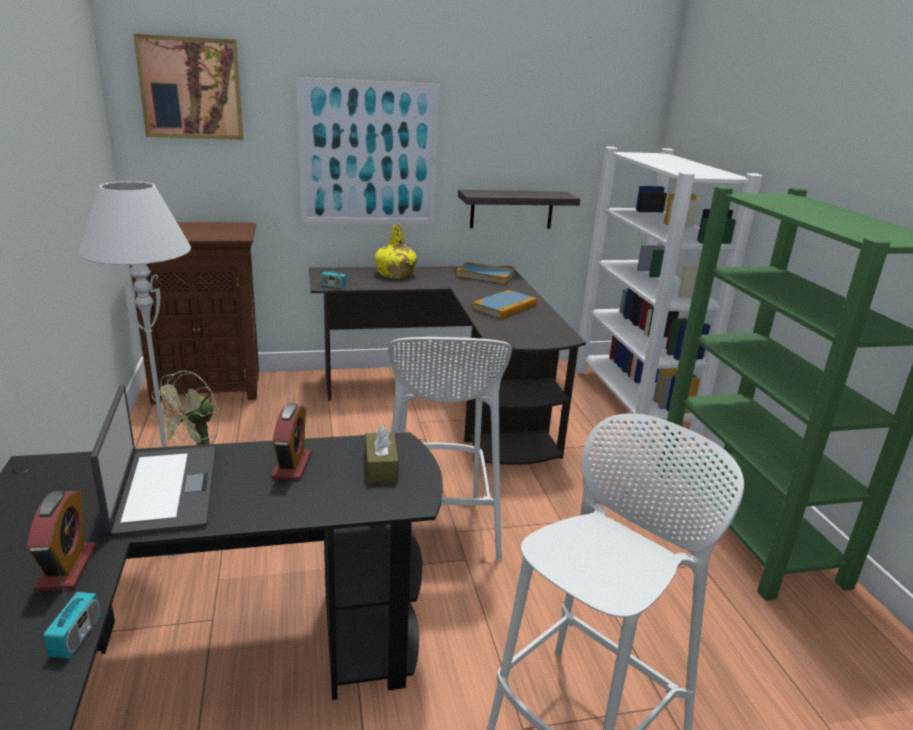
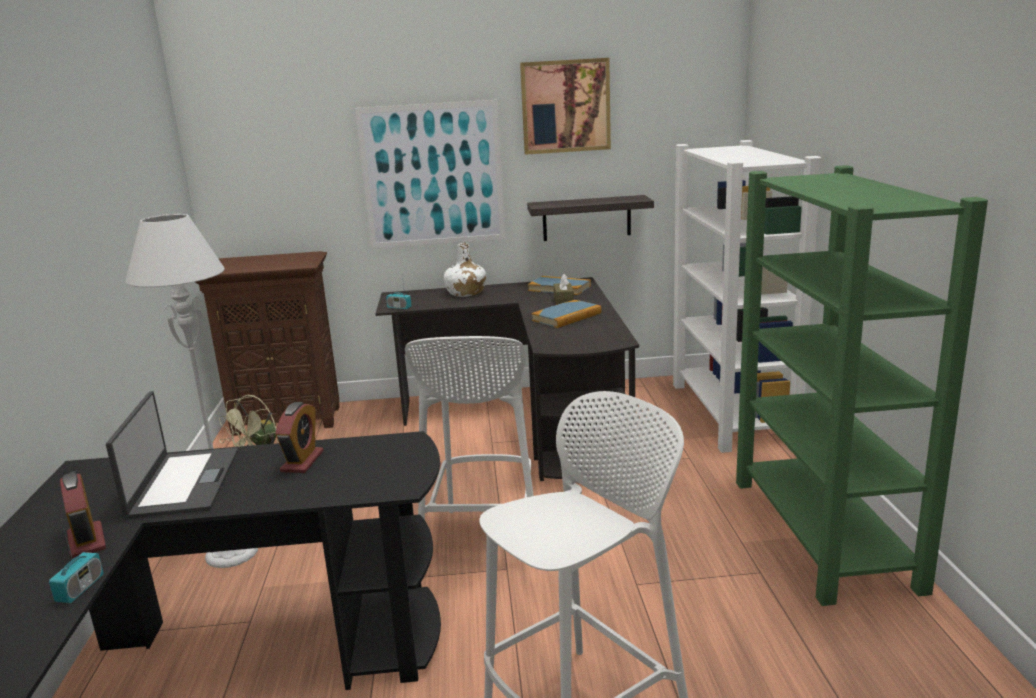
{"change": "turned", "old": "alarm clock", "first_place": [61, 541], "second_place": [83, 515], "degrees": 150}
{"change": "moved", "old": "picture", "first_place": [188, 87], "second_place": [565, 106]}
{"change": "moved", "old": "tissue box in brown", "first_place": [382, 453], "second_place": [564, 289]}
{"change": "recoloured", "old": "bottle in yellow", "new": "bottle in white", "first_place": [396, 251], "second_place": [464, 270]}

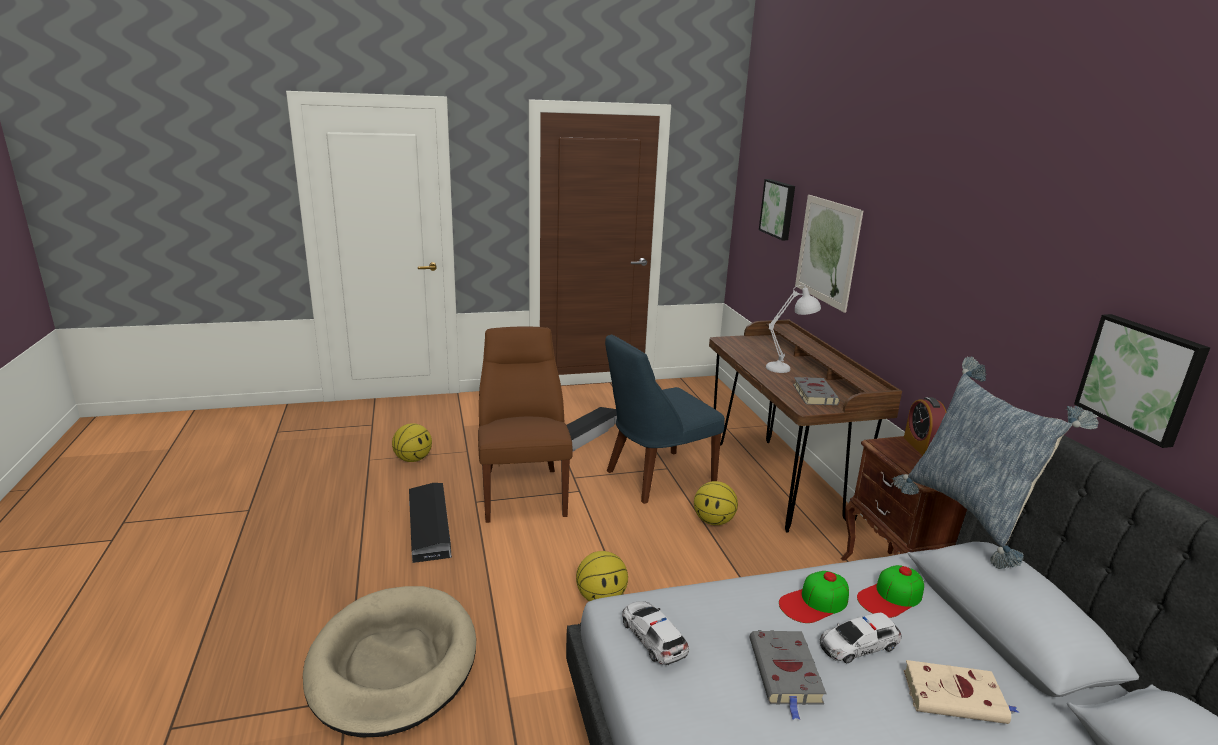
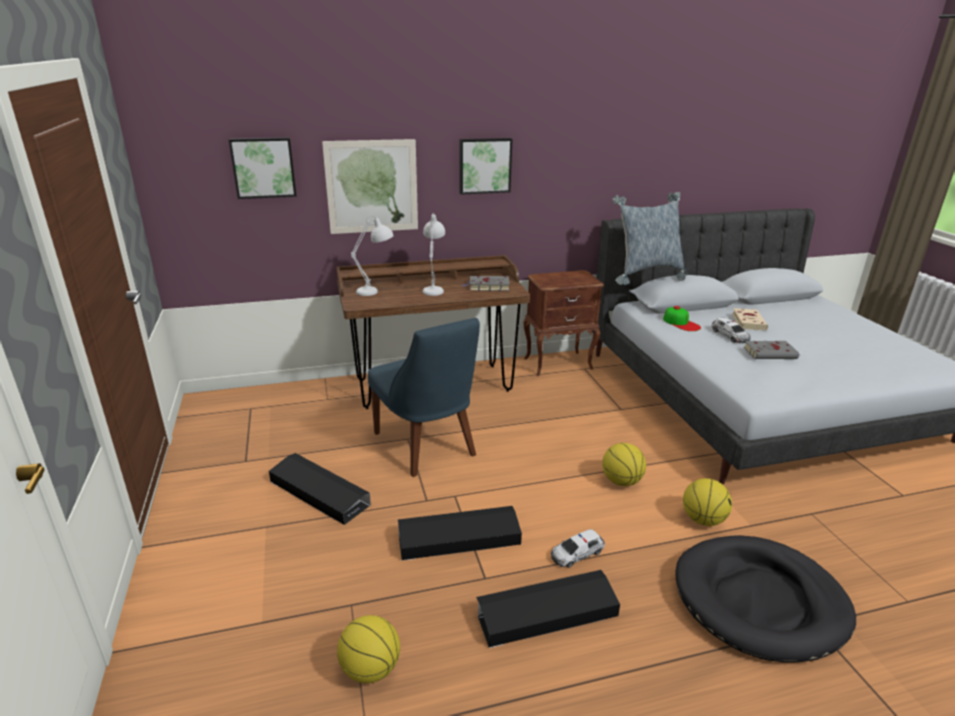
{"change": "recoloured", "old": "dog bed in beige", "new": "dog bed in black", "first_place": [389, 662], "second_place": [765, 598]}
{"change": "replaced", "old": "chair in brown", "new": "storage box in black", "first_place": [525, 425], "second_place": [460, 533]}
{"change": "moved", "old": "toy car", "first_place": [655, 633], "second_place": [578, 548]}
{"change": "moved", "old": "basketball", "first_place": [716, 503], "second_place": [707, 502]}
{"change": "removed", "old": "cap", "first_place": [814, 597]}
{"change": "removed", "old": "alarm clock", "first_place": [925, 426]}
{"change": "moved", "old": "picture", "first_place": [1142, 381], "second_place": [486, 166]}
{"change": "added", "new": "table lamp in white", "second_place": [372, 256]}

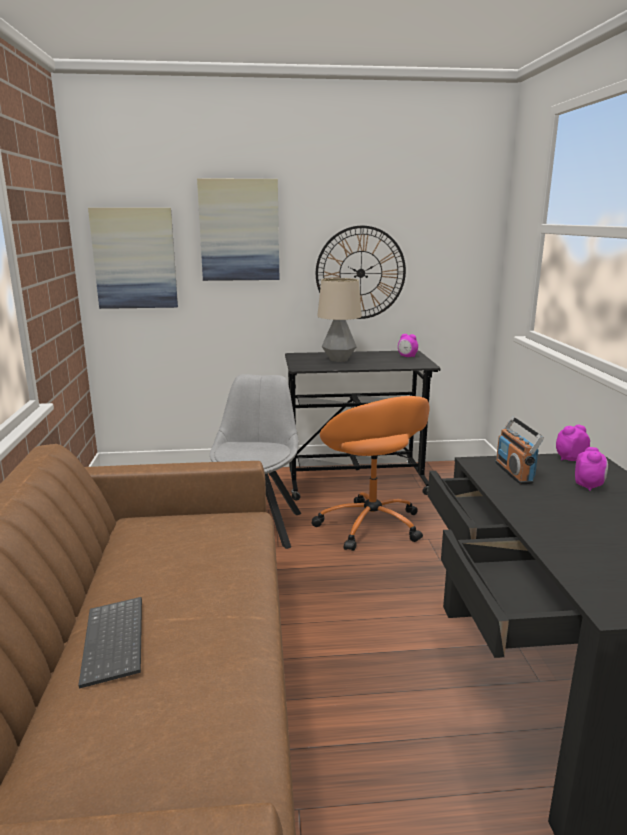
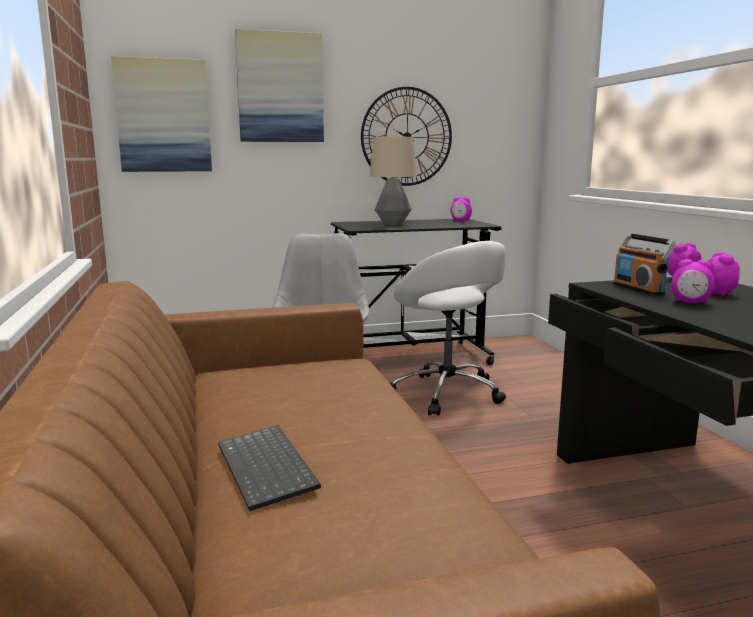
{"change": "recoloured", "old": "office chair in orange", "new": "office chair in white", "first_place": [370, 473], "second_place": [448, 328]}
{"change": "added", "new": "alarm clock", "second_place": [693, 281]}

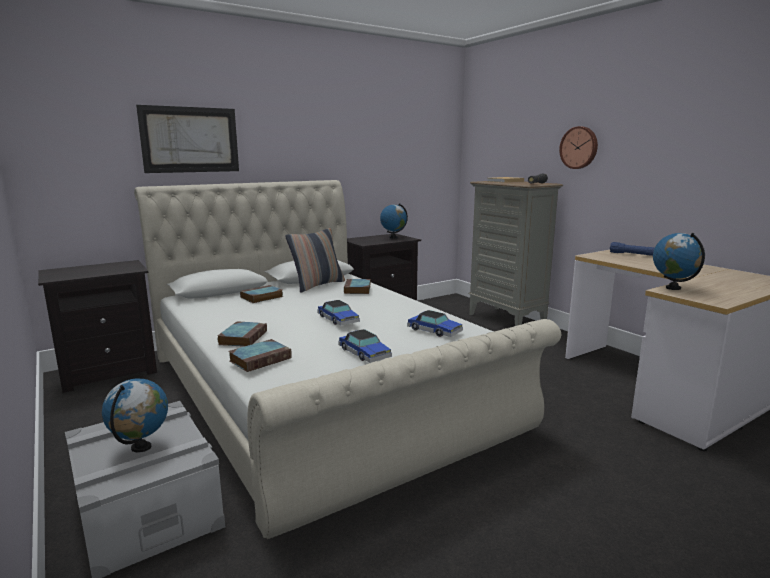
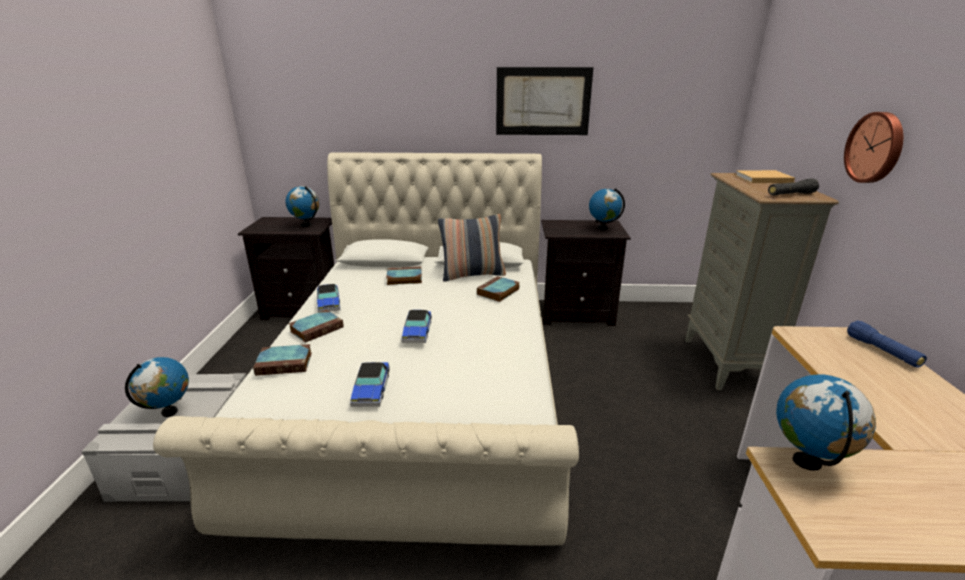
{"change": "moved", "old": "picture", "first_place": [187, 139], "second_place": [544, 101]}
{"change": "moved", "old": "toy car", "first_place": [435, 323], "second_place": [328, 298]}
{"change": "added", "new": "globe", "second_place": [302, 206]}

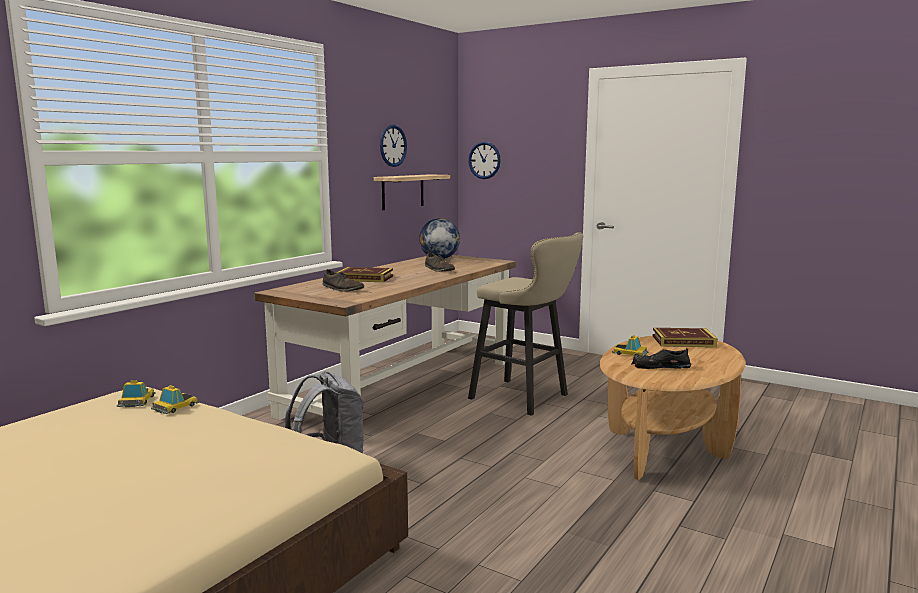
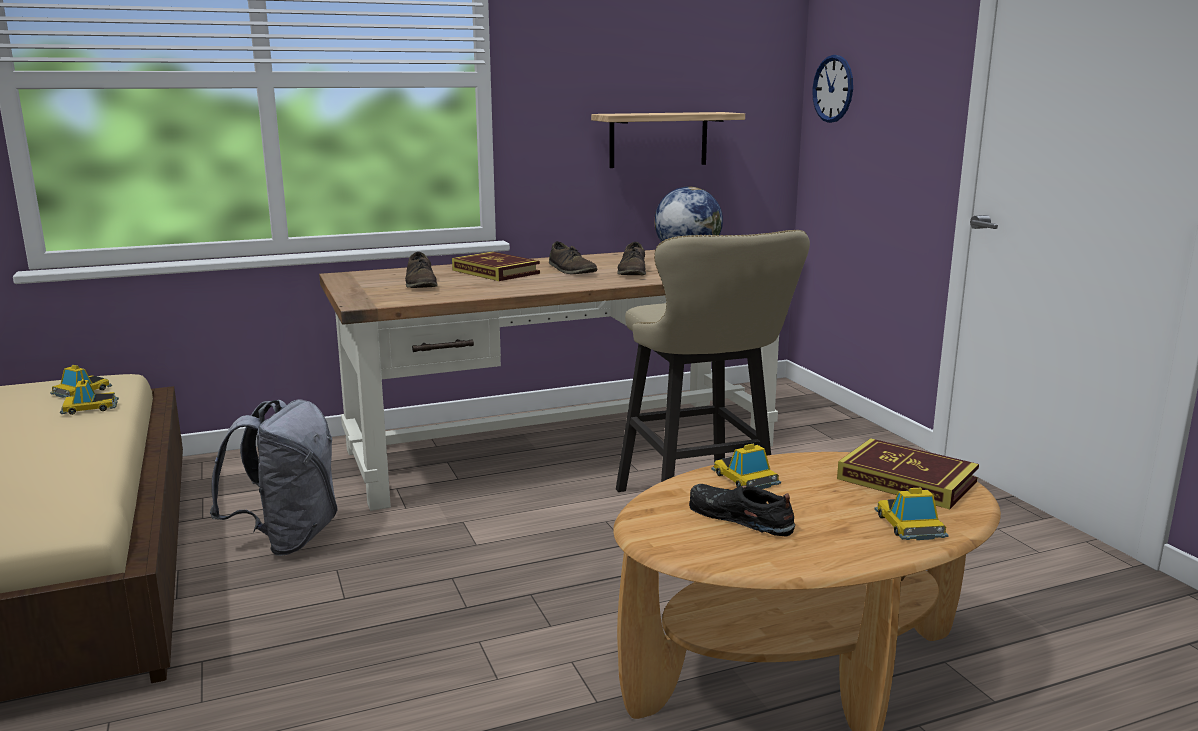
{"change": "removed", "old": "wall clock", "first_place": [393, 146]}
{"change": "added", "new": "shoe in brown", "second_place": [573, 257]}
{"change": "added", "new": "toy car", "second_place": [911, 514]}

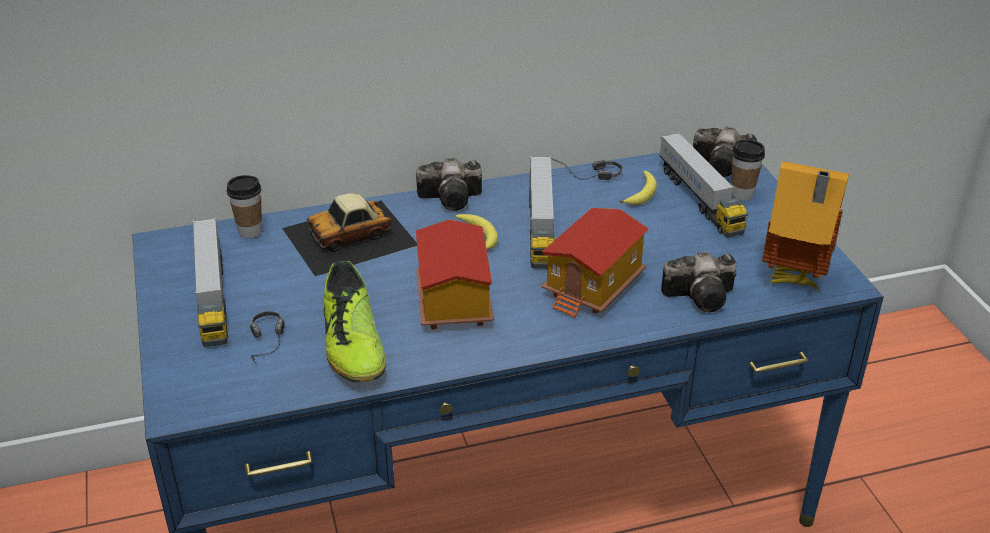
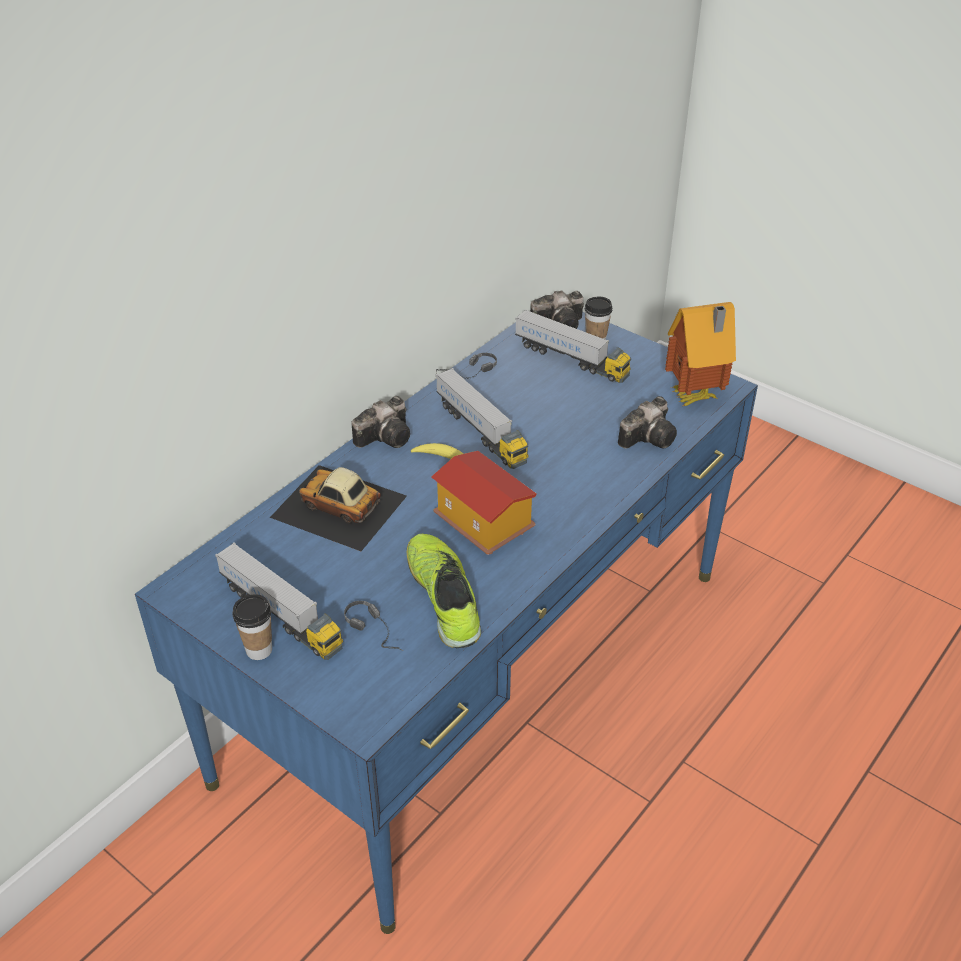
{"change": "moved", "old": "cup", "first_place": [244, 206], "second_place": [252, 627]}
{"change": "turned", "old": "toy car", "first_place": [349, 234], "second_place": [338, 508], "degrees": 90}
{"change": "turned", "old": "shoe", "first_place": [355, 322], "second_place": [444, 591], "degrees": -150}
{"change": "removed", "old": "toy house", "first_place": [595, 263]}
{"change": "removed", "old": "banana", "first_place": [638, 188]}

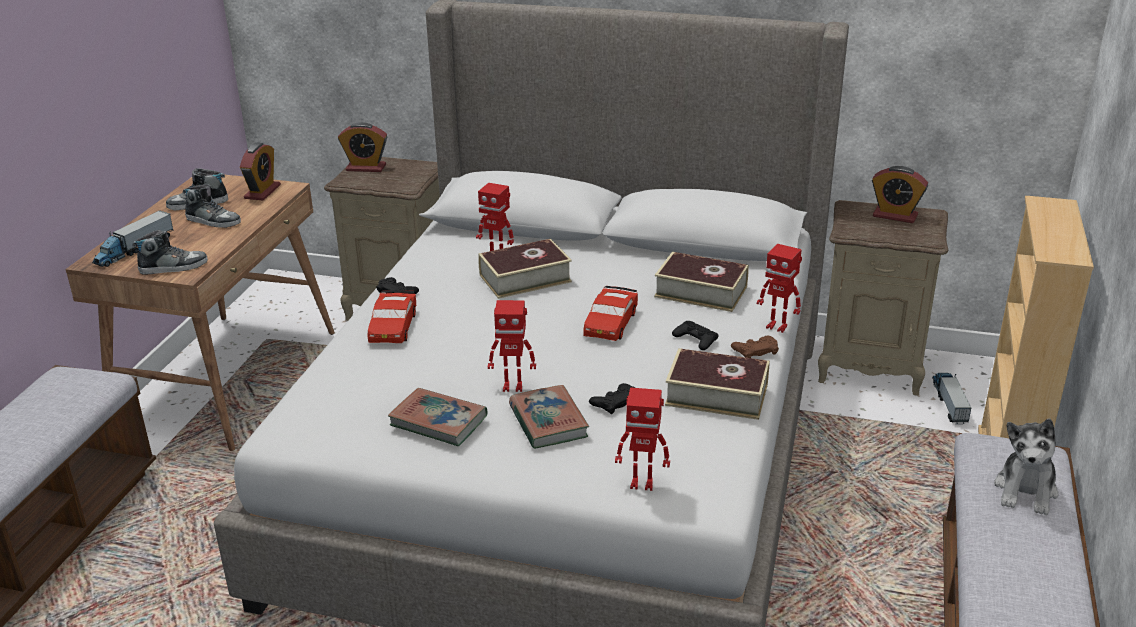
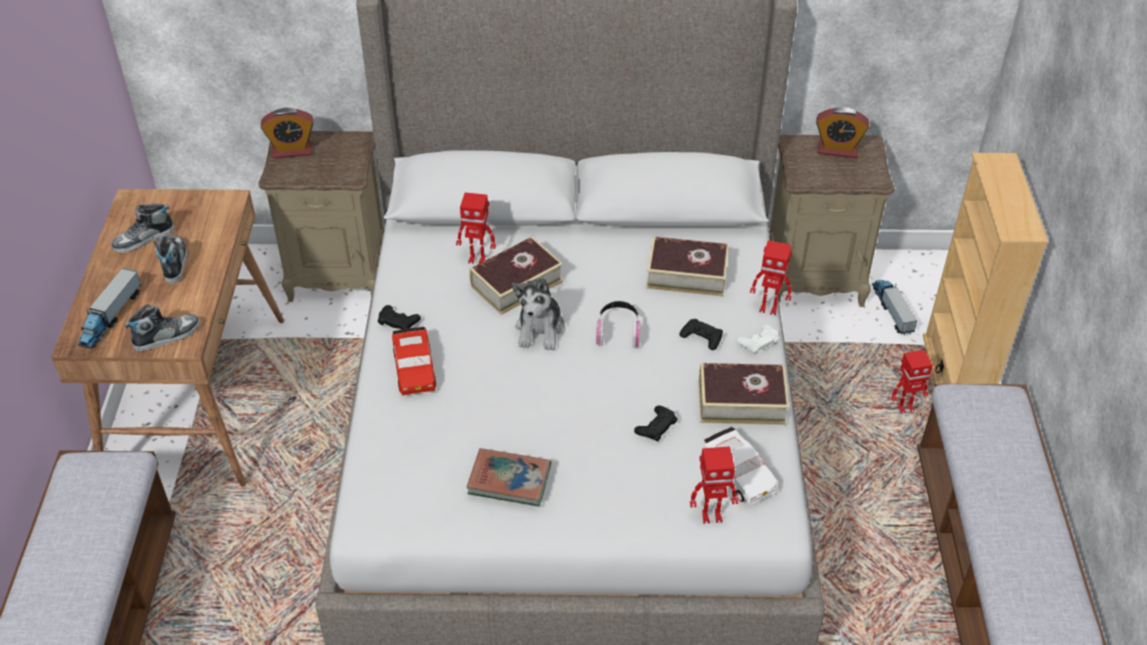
{"change": "turned", "old": "shoe", "first_place": [212, 206], "second_place": [170, 259], "degrees": -105}
{"change": "removed", "old": "alarm clock", "first_place": [260, 172]}
{"change": "moved", "old": "toy robot", "first_place": [512, 346], "second_place": [912, 381]}
{"change": "removed", "old": "book", "first_place": [549, 417]}
{"change": "replaced", "old": "toy car in red", "new": "headphones", "first_place": [610, 313], "second_place": [618, 324]}
{"change": "recoloured", "old": "game controller in brown", "new": "game controller in white", "first_place": [755, 346], "second_place": [758, 339]}
{"change": "moved", "old": "plush toy", "first_place": [1026, 467], "second_place": [538, 314]}
{"change": "added", "new": "toy car in white", "second_place": [741, 466]}

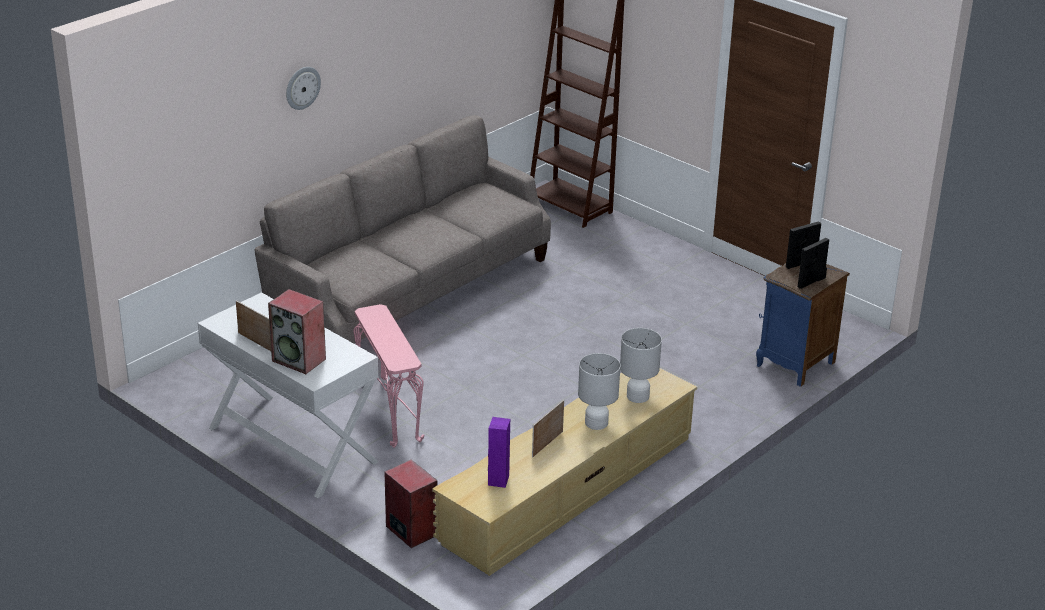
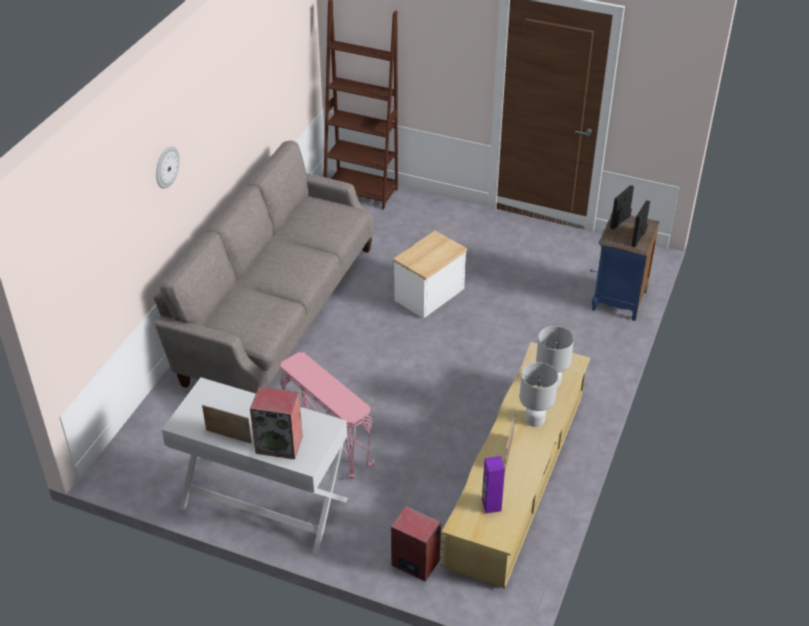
{"change": "added", "new": "side table", "second_place": [430, 274]}

